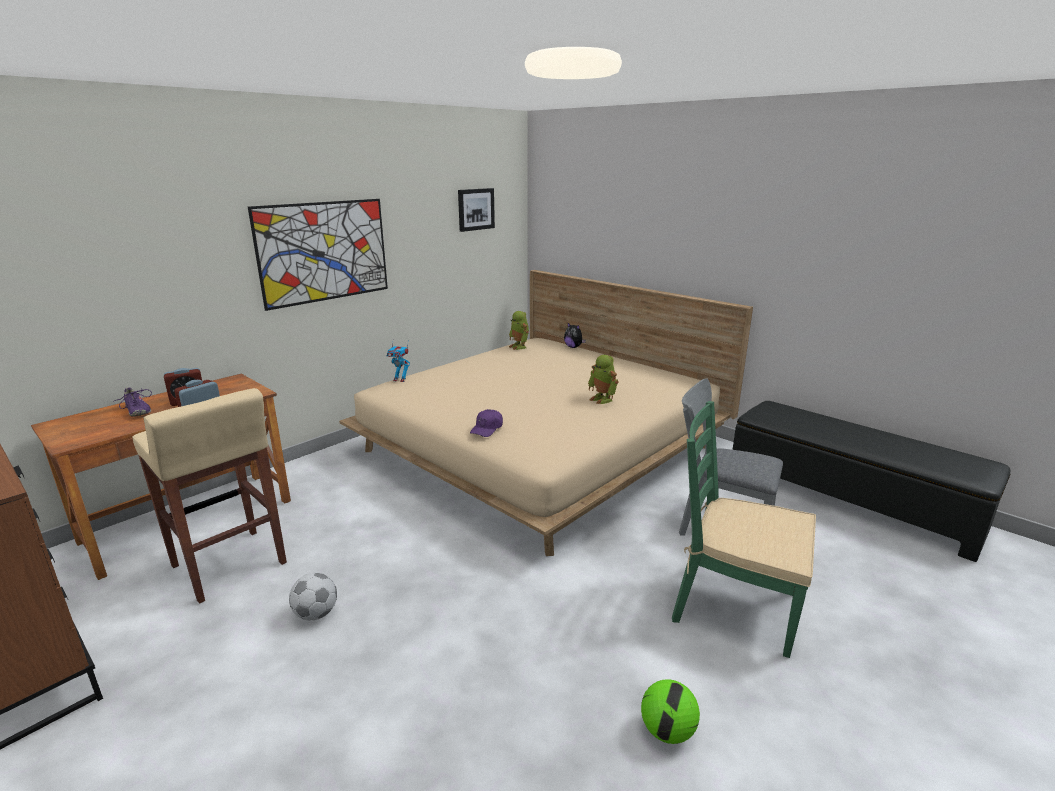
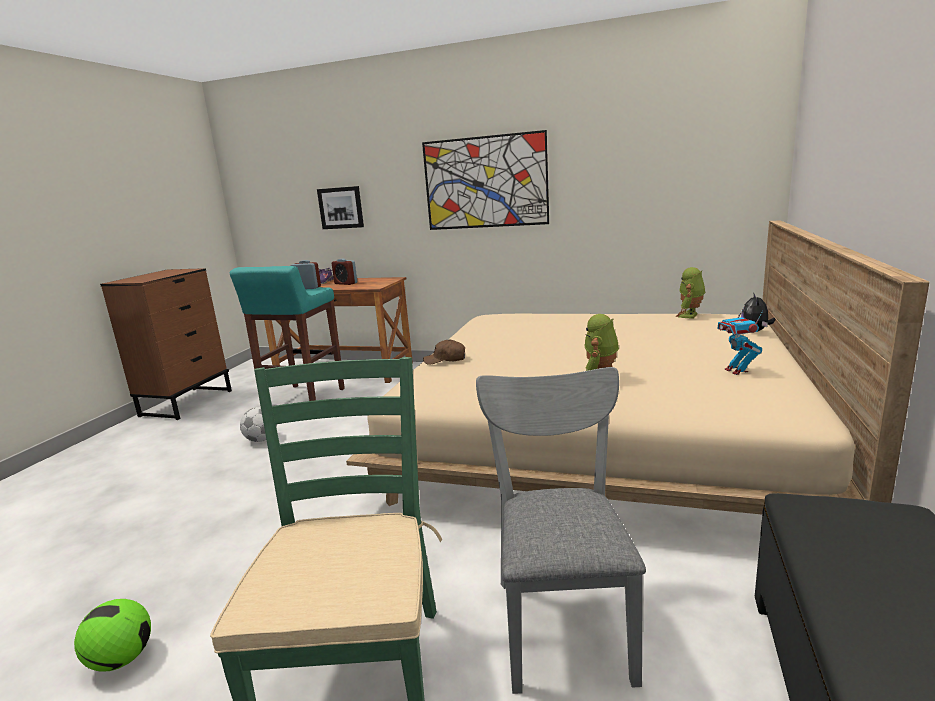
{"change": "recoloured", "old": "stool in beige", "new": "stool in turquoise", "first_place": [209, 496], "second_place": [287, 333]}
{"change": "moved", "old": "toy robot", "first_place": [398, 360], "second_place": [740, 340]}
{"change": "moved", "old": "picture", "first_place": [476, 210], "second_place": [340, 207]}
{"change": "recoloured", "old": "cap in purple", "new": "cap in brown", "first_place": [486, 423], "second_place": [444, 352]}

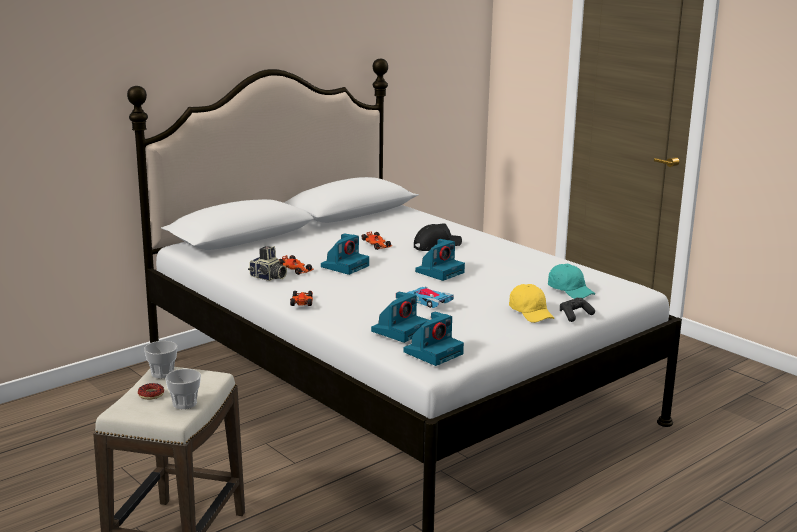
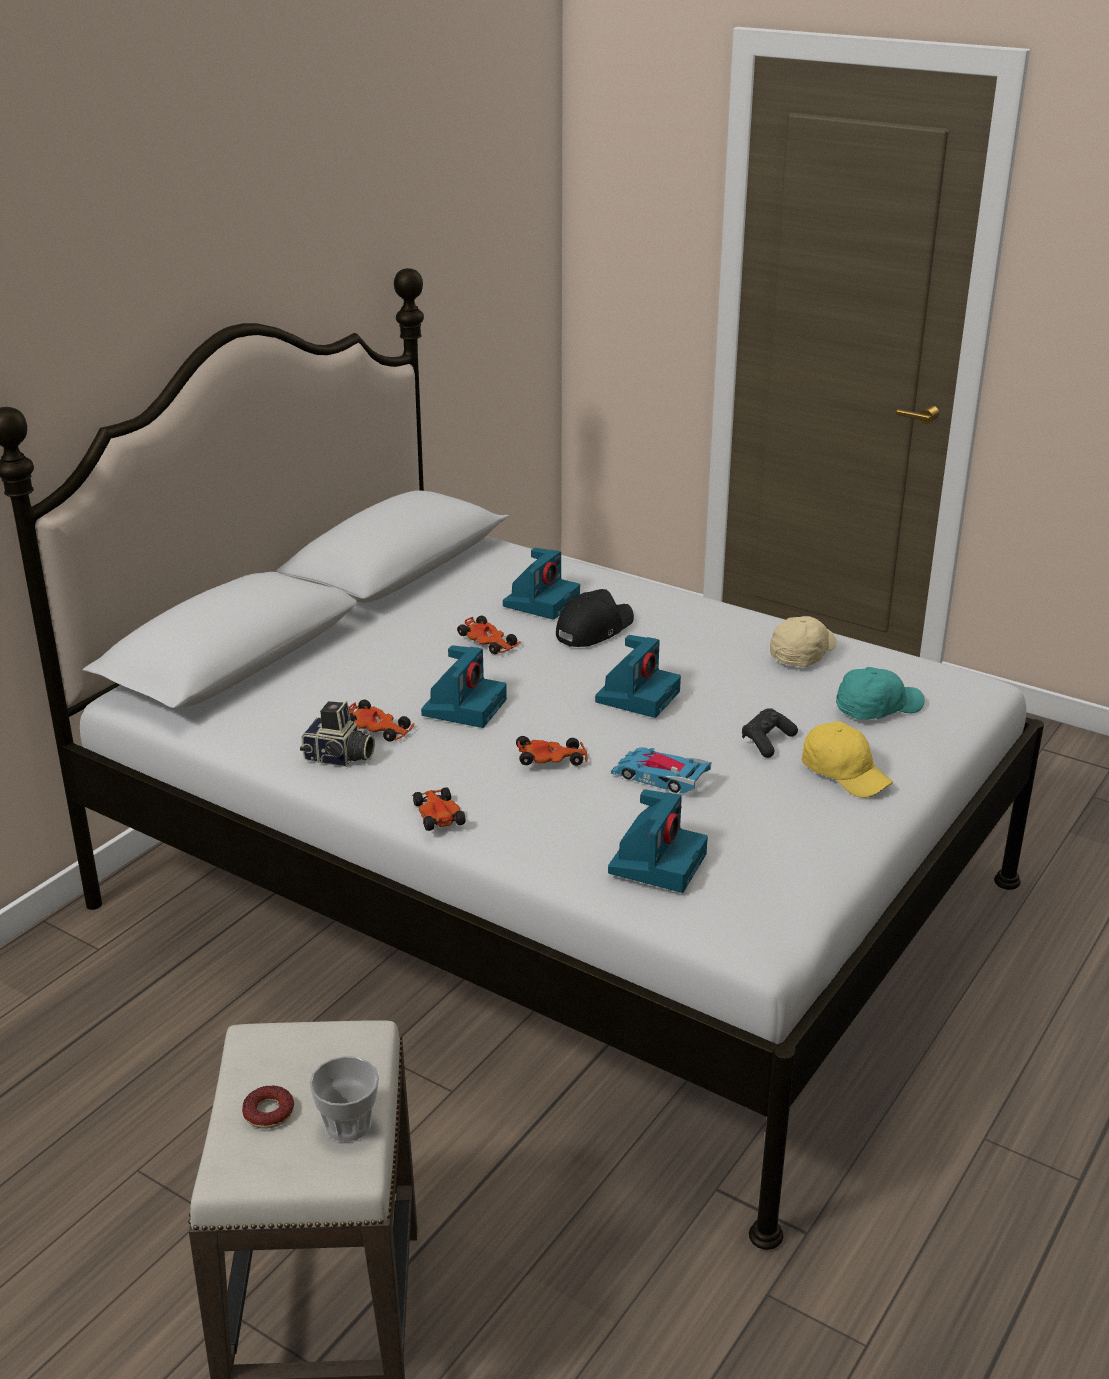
{"change": "removed", "old": "cup", "first_place": [160, 359]}
{"change": "moved", "old": "photo camera", "first_place": [433, 339], "second_place": [541, 584]}
{"change": "turned", "old": "cap in turquoise", "first_place": [571, 281], "second_place": [880, 693], "degrees": -60}
{"change": "moved", "old": "game controller in black", "first_place": [577, 310], "second_place": [770, 733]}
{"change": "added", "new": "toy car", "second_place": [551, 751]}
{"change": "added", "new": "cap in beige", "second_place": [803, 641]}

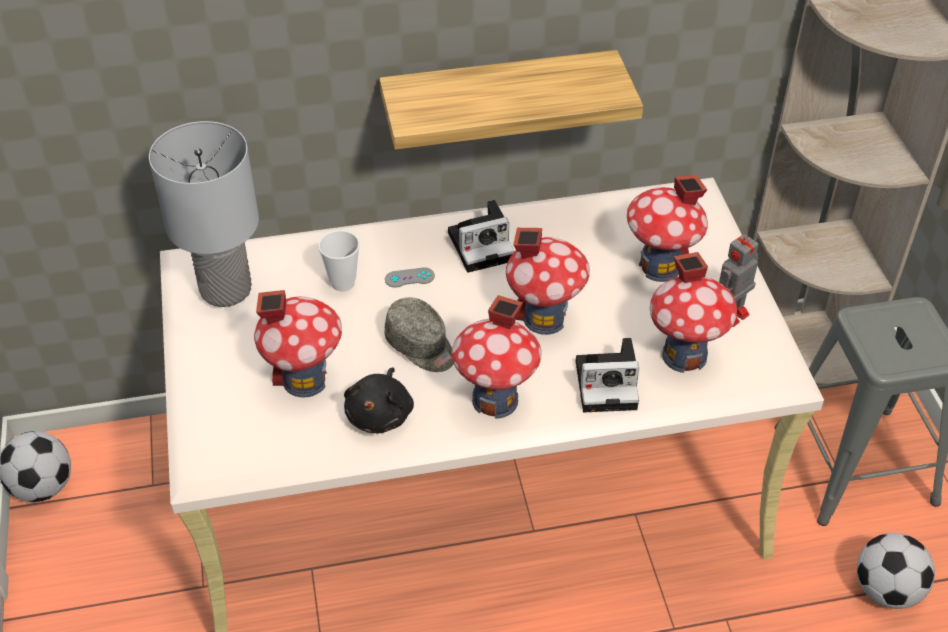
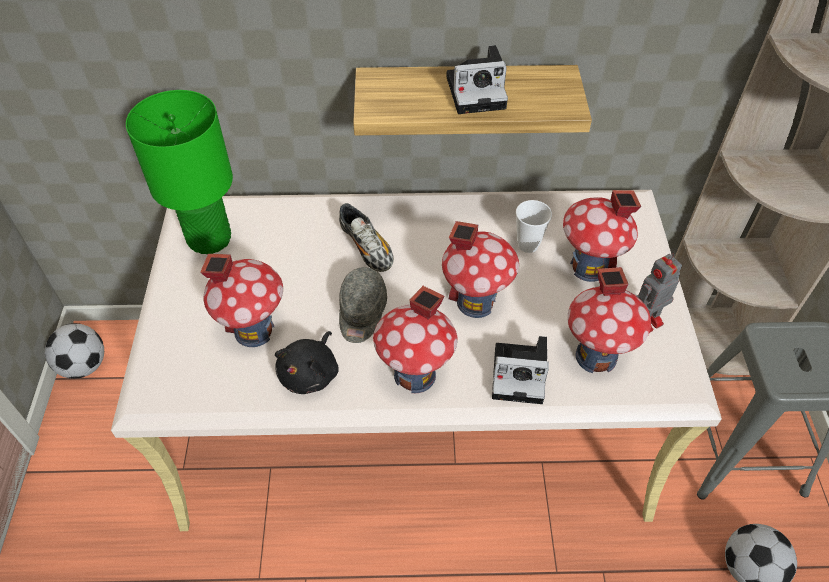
{"change": "recoloured", "old": "table lamp in grey", "new": "table lamp in green", "first_place": [204, 214], "second_place": [179, 172]}
{"change": "moved", "old": "cup", "first_place": [339, 261], "second_place": [534, 226]}
{"change": "replaced", "old": "game controller in grey", "new": "shoe", "first_place": [410, 277], "second_place": [366, 237]}
{"change": "turned", "old": "cap in grey", "first_place": [419, 334], "second_place": [363, 305], "degrees": 45}
{"change": "moved", "old": "photo camera", "first_place": [481, 236], "second_place": [477, 79]}

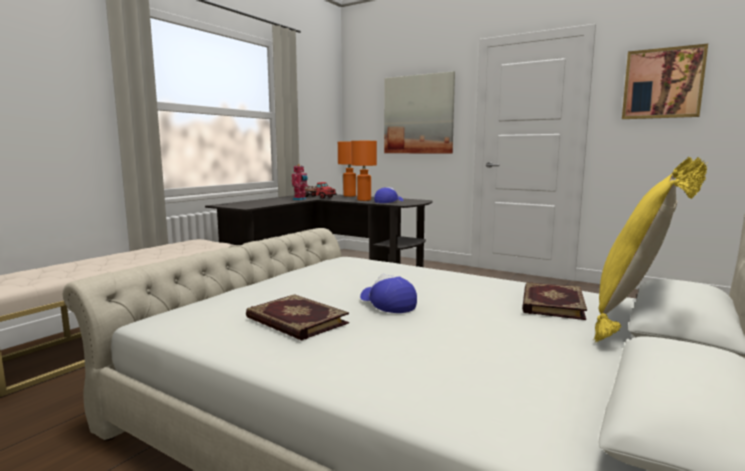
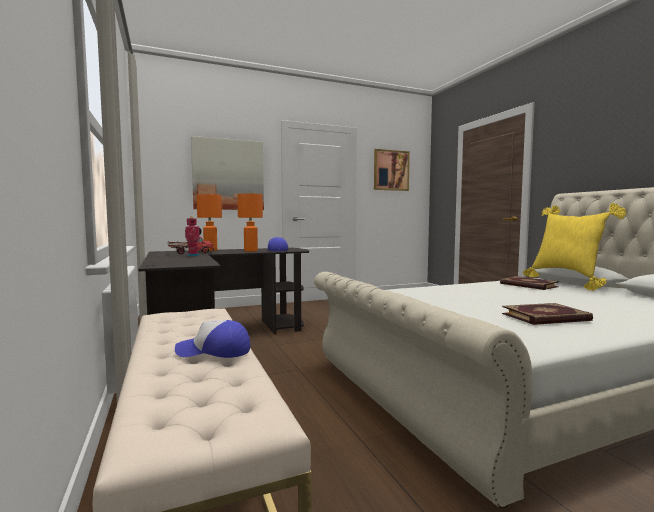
{"change": "moved", "old": "cap", "first_place": [388, 293], "second_place": [212, 339]}

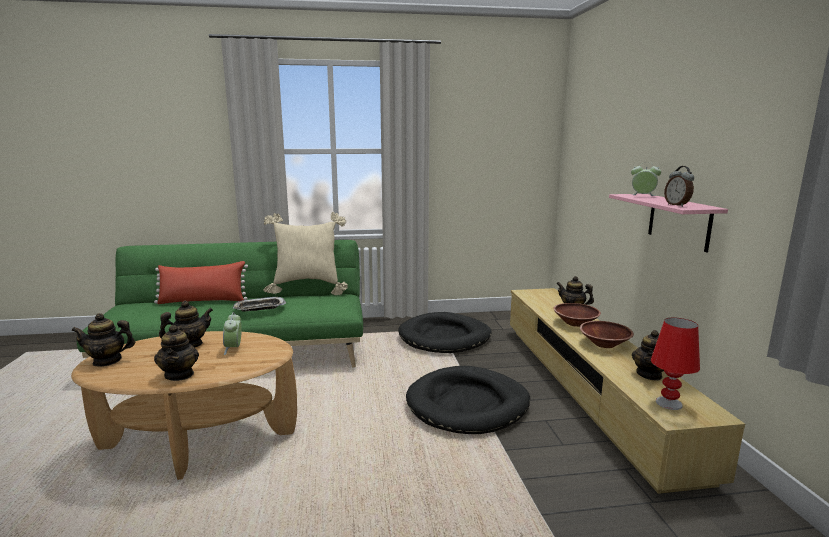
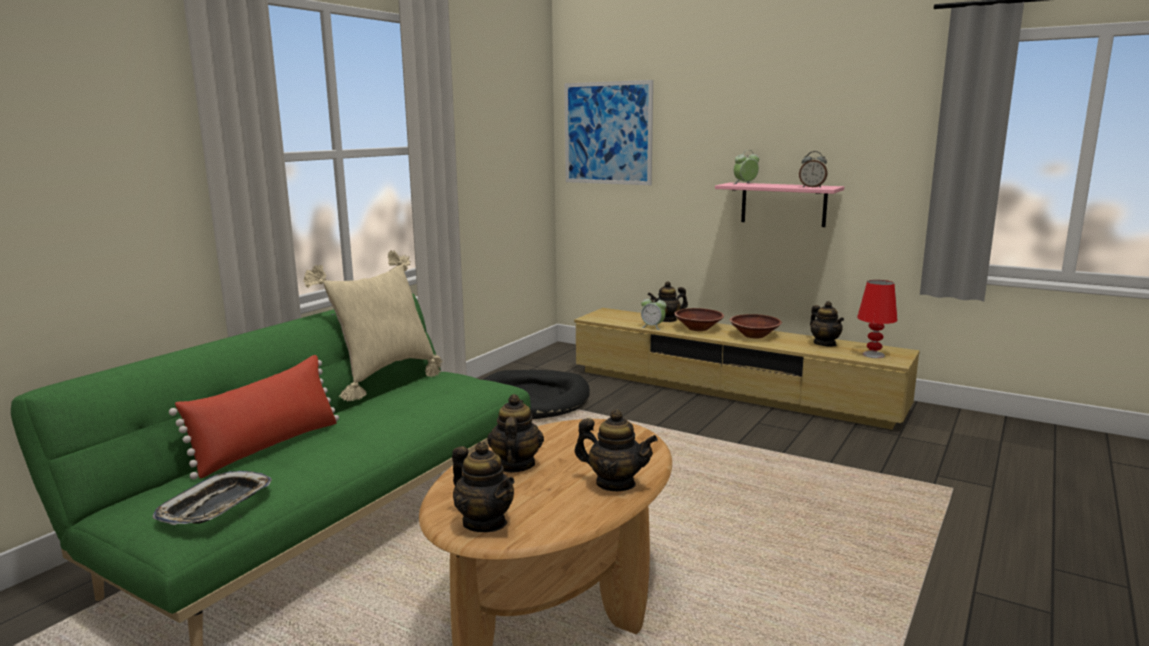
{"change": "turned", "old": "teapot", "first_place": [103, 340], "second_place": [483, 487], "degrees": -75}
{"change": "moved", "old": "alarm clock", "first_place": [232, 333], "second_place": [654, 312]}
{"change": "moved", "old": "tray", "first_place": [259, 304], "second_place": [212, 498]}
{"change": "removed", "old": "dog bed in black", "first_place": [468, 400]}
{"change": "added", "new": "picture", "second_place": [608, 132]}

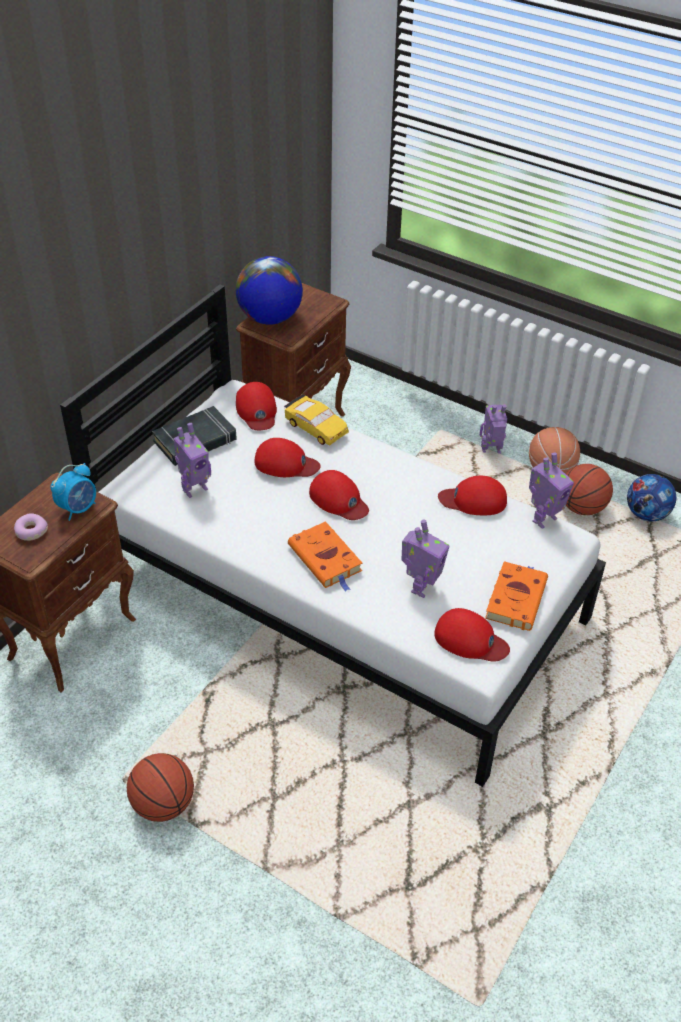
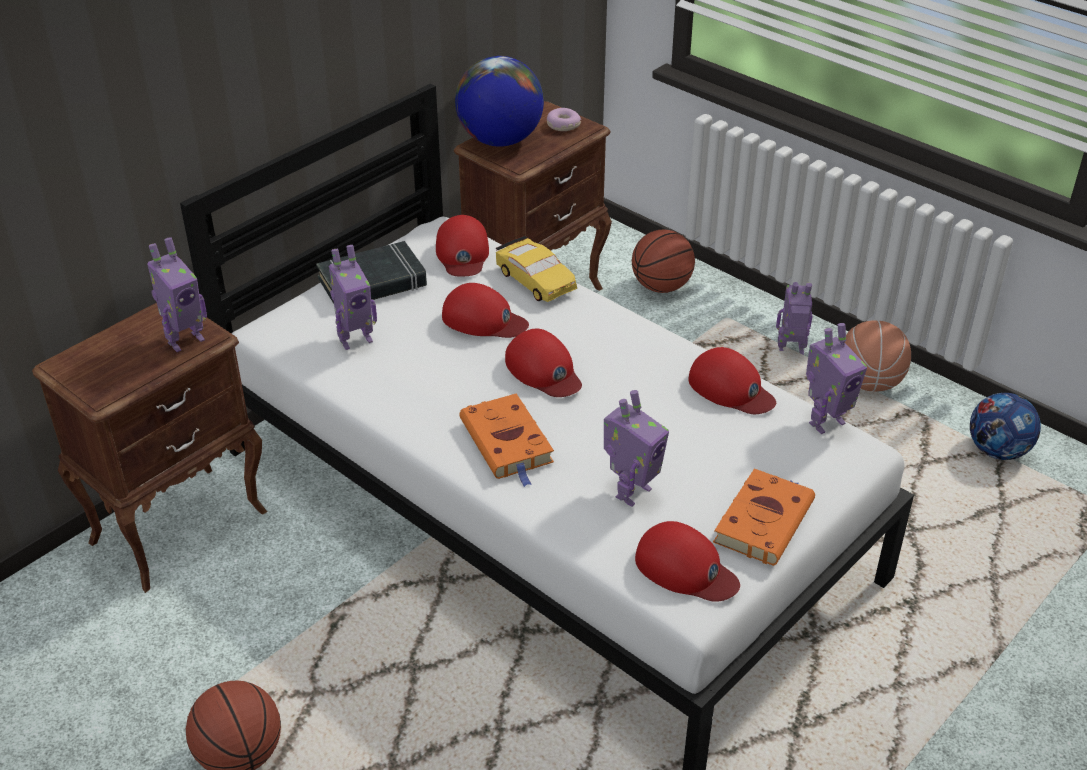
{"change": "moved", "old": "donut", "first_place": [31, 527], "second_place": [564, 119]}
{"change": "replaced", "old": "alarm clock", "new": "toy robot", "first_place": [73, 492], "second_place": [177, 294]}
{"change": "turned", "old": "cap in red", "first_place": [472, 495], "second_place": [732, 380], "degrees": -150}
{"change": "moved", "old": "basketball", "first_place": [589, 489], "second_place": [663, 261]}

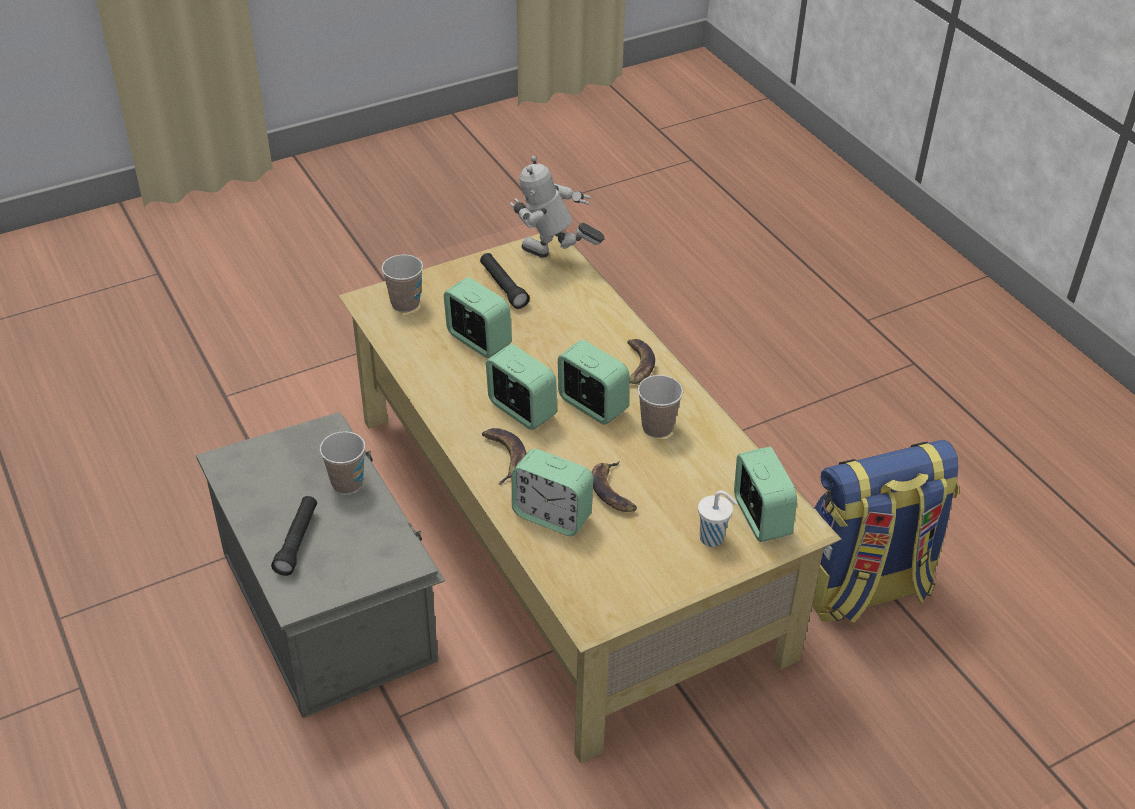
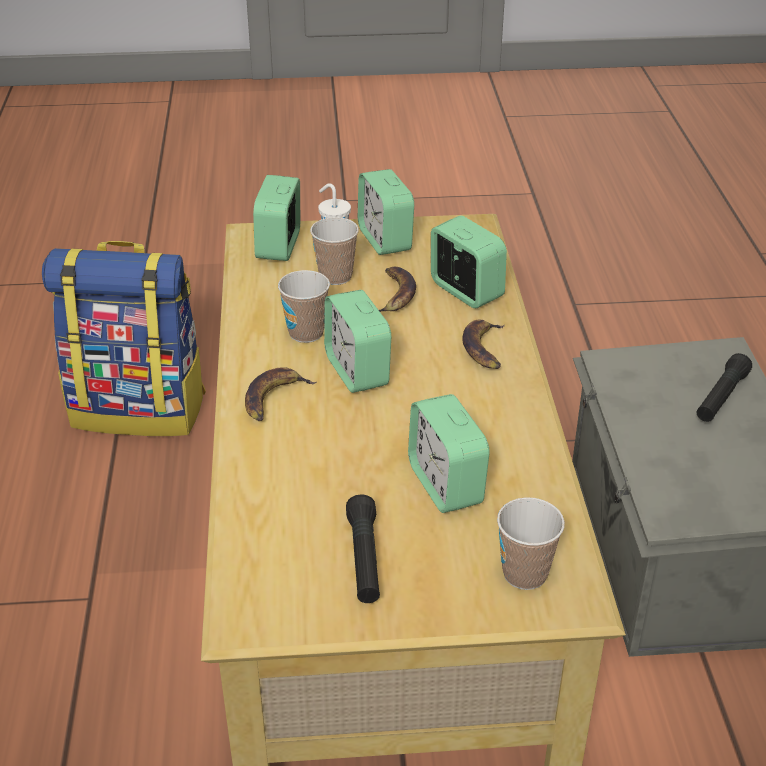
{"change": "moved", "old": "cup", "first_place": [342, 462], "second_place": [334, 251]}
{"change": "moved", "old": "alarm clock", "first_place": [521, 387], "second_place": [386, 212]}
{"change": "removed", "old": "toy robot", "first_place": [557, 207]}

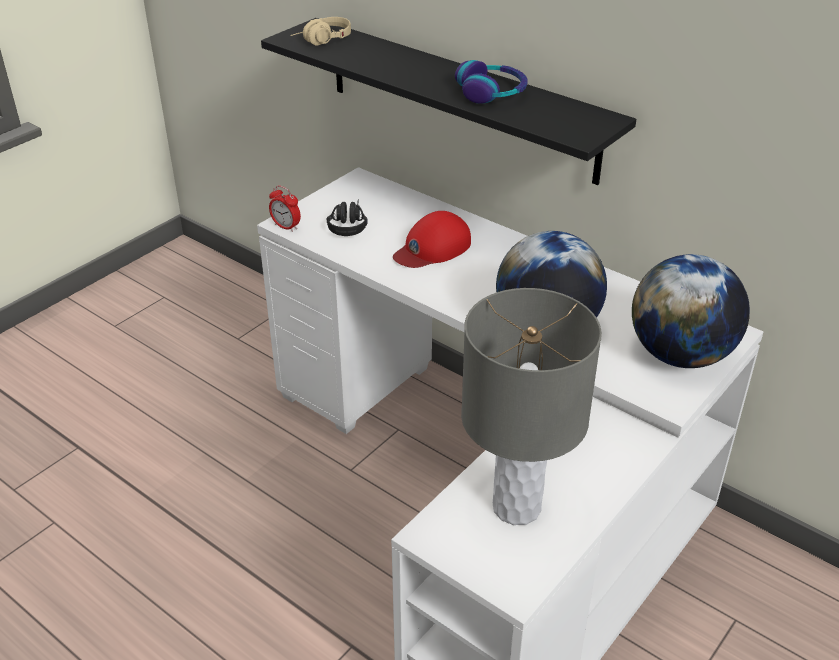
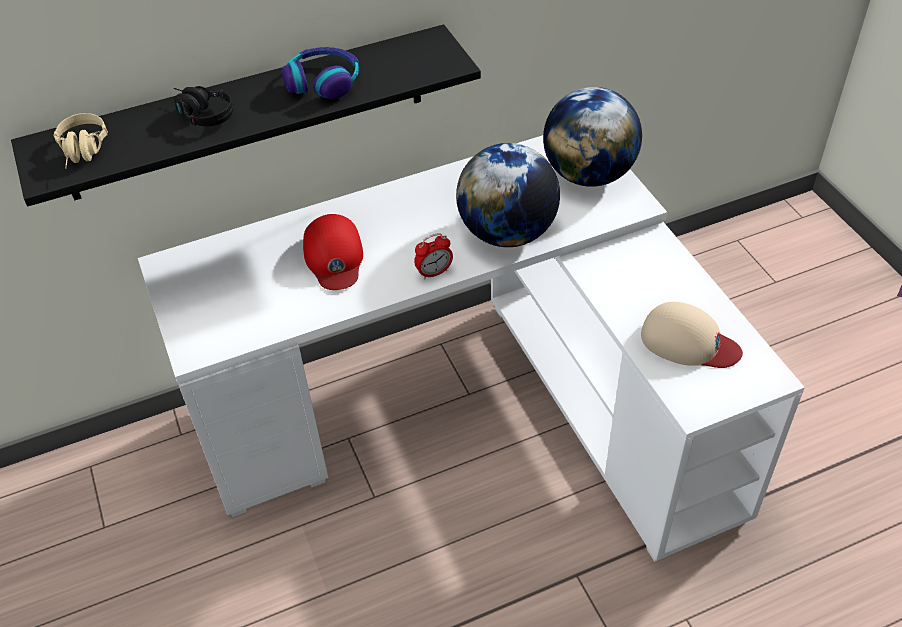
{"change": "moved", "old": "alarm clock", "first_place": [285, 208], "second_place": [433, 256]}
{"change": "moved", "old": "headphones in black", "first_place": [347, 218], "second_place": [203, 106]}
{"change": "replaced", "old": "table lamp in grey", "new": "cap in beige", "first_place": [531, 406], "second_place": [692, 335]}

